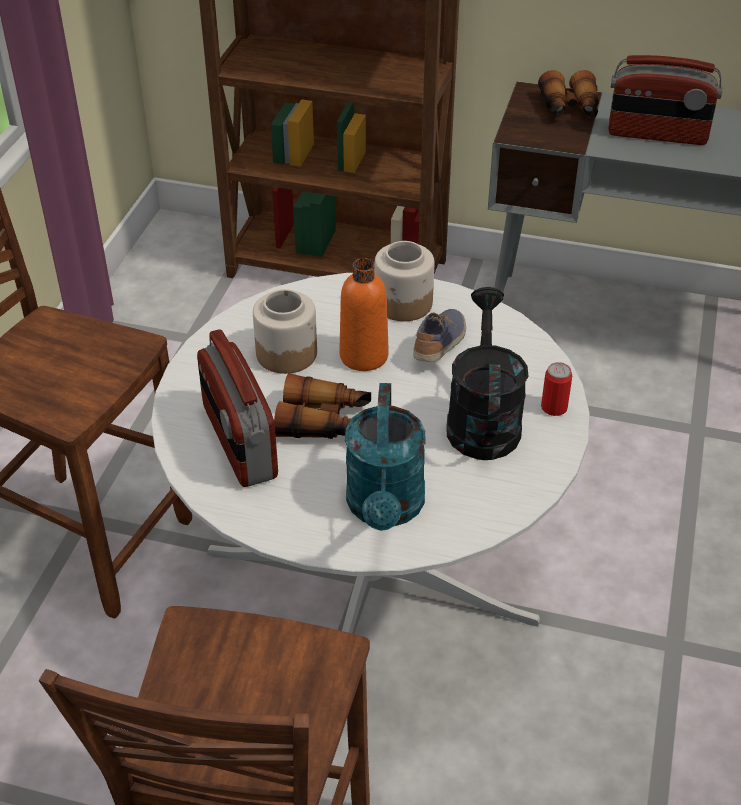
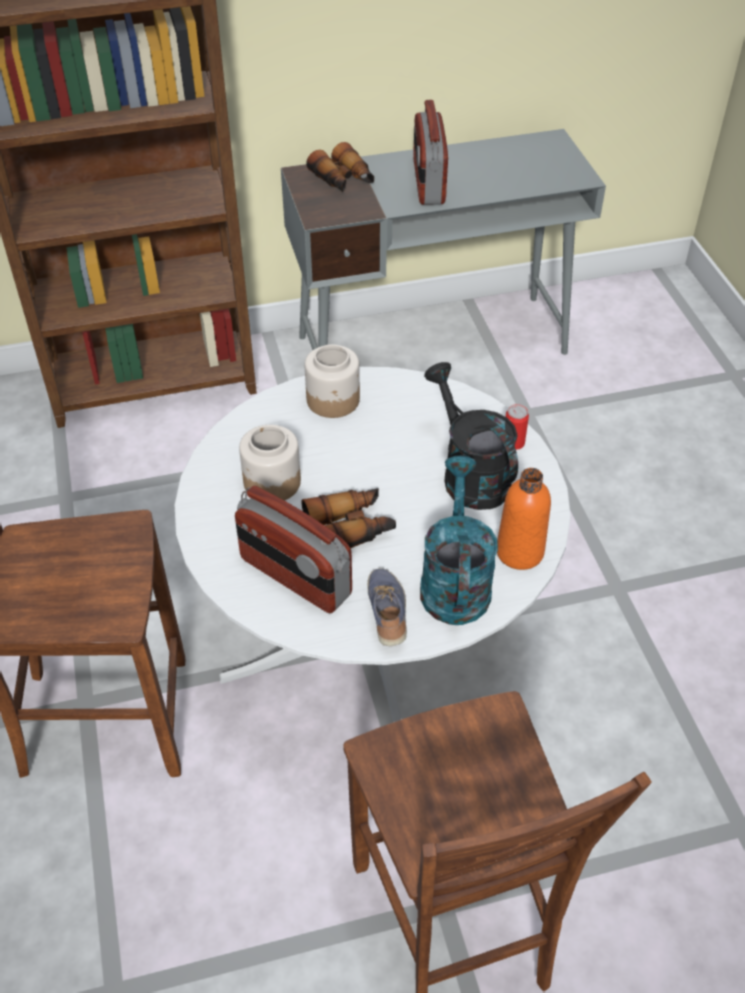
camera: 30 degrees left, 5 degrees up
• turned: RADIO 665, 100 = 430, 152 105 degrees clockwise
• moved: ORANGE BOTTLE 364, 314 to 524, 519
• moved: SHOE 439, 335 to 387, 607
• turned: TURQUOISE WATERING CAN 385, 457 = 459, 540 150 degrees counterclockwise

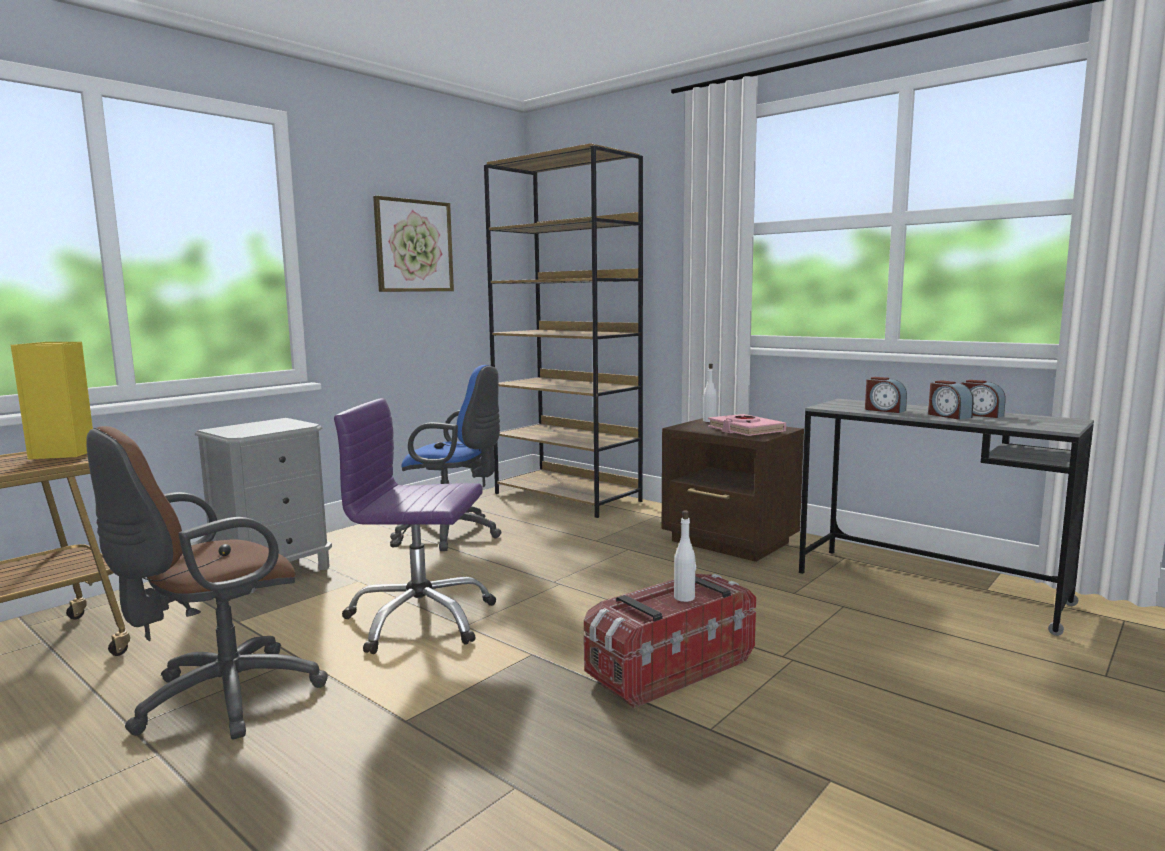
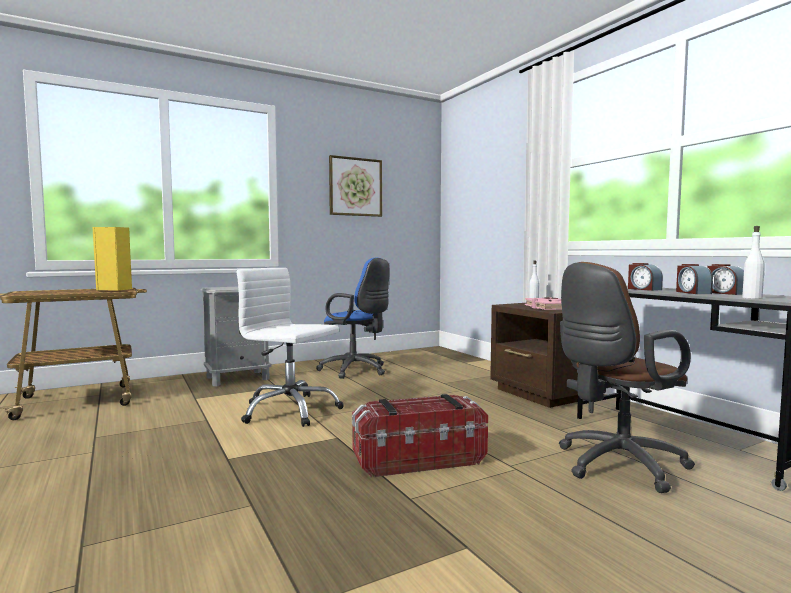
camera: 20 degrees right, 5 degrees down
• removed: BROWN BOOKCASE 563, 330
• recoloured: PURPLE OFFICE CHAIR 415, 526 to WHITE OFFICE CHAIR 290, 347
• moved: BROWN OFFICE CHAIR 207, 583 to 627, 377
• moved: WHITE BOTTLE 685, 556 to 753, 262

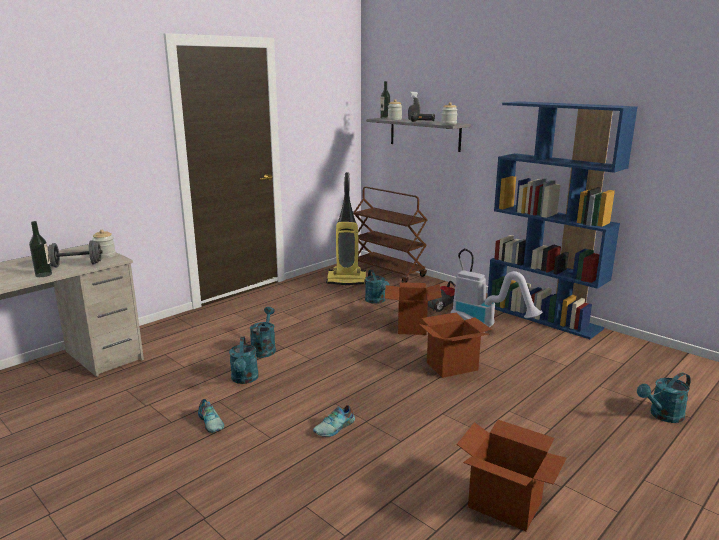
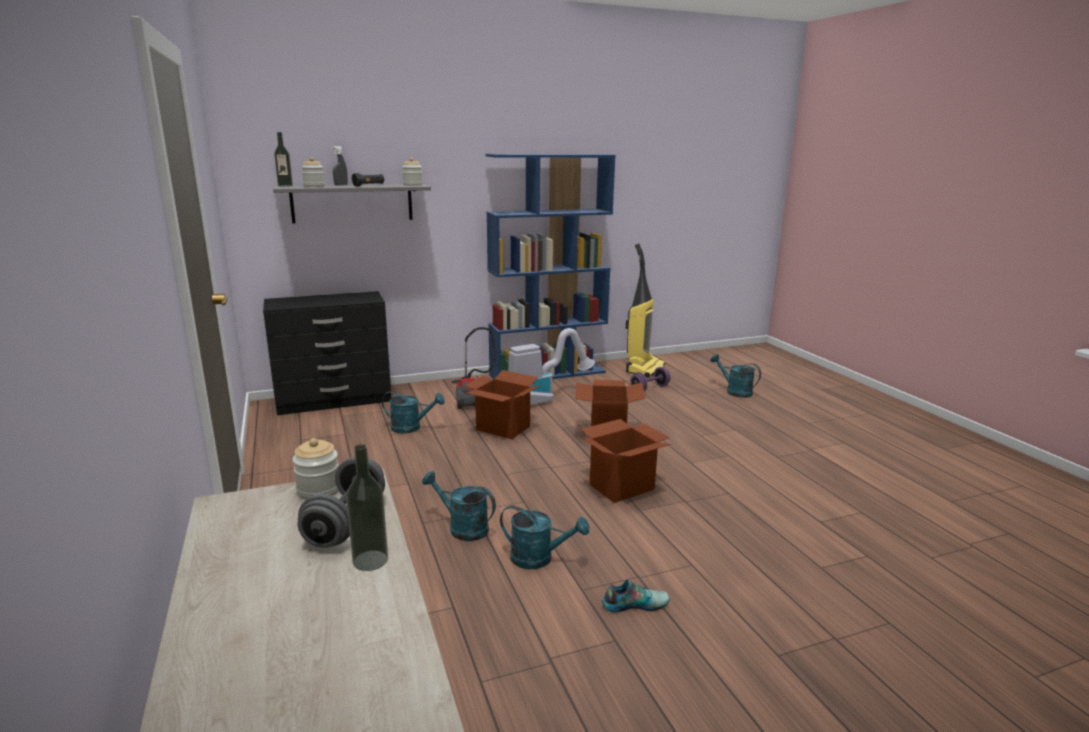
camera: 65 degrees left, 0 degrees up
• moved: VACUUM CLEANER 346, 228 to 645, 310
• replaced: BROWN CART 390, 235 to BLACK DRESSER 327, 353
• turned: TURQUOISE WATERING CAN 664, 397 = 735, 376 135 degrees clockwise
• removed: SHOE 334, 421
• moved: CARDBOARD BOX 511, 475 to 626, 461
• added: PURPLE DUMBBELL 650, 379

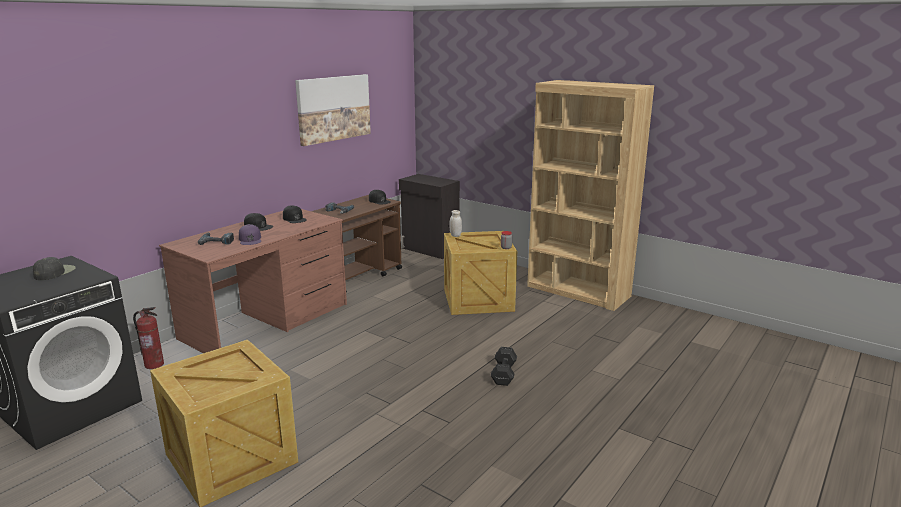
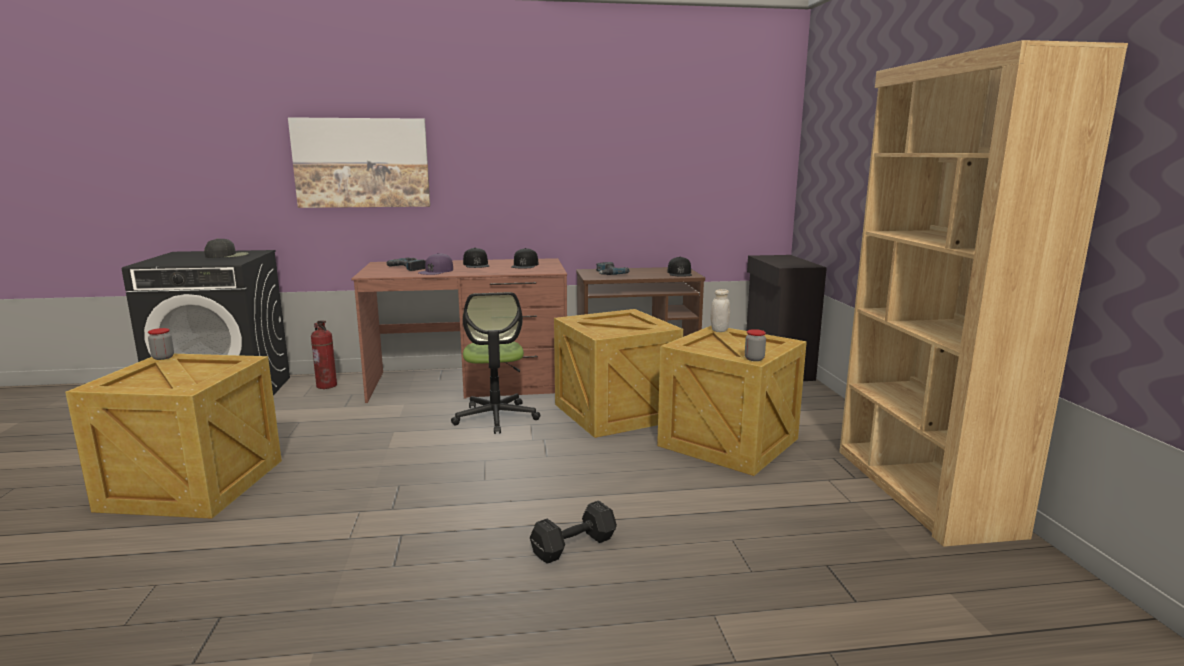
camera: 45 degrees right, 5 degrees down
• moved: PICTURE 333, 110 to 359, 162
• added: OFFICE CHAIR 495, 363
• added: CRATE 618, 373
• added: JAR 161, 344

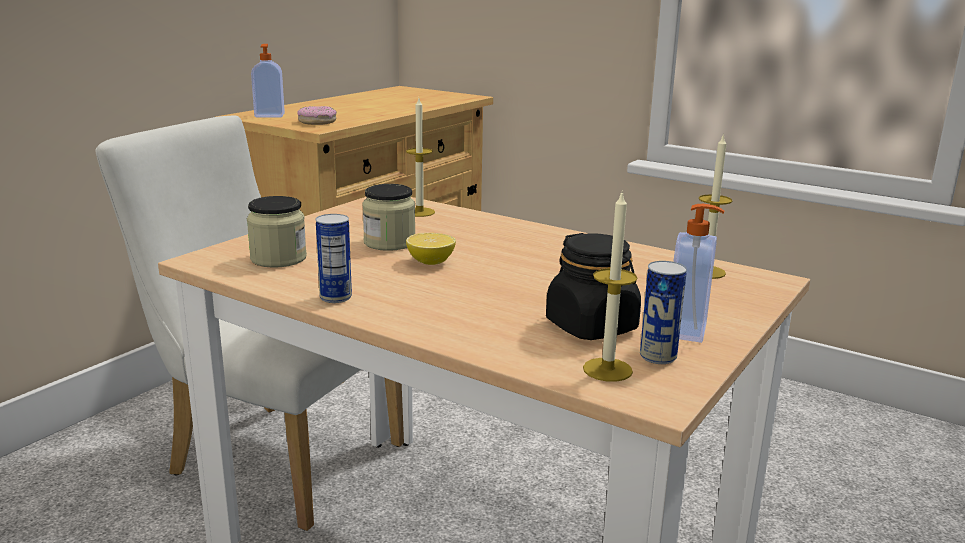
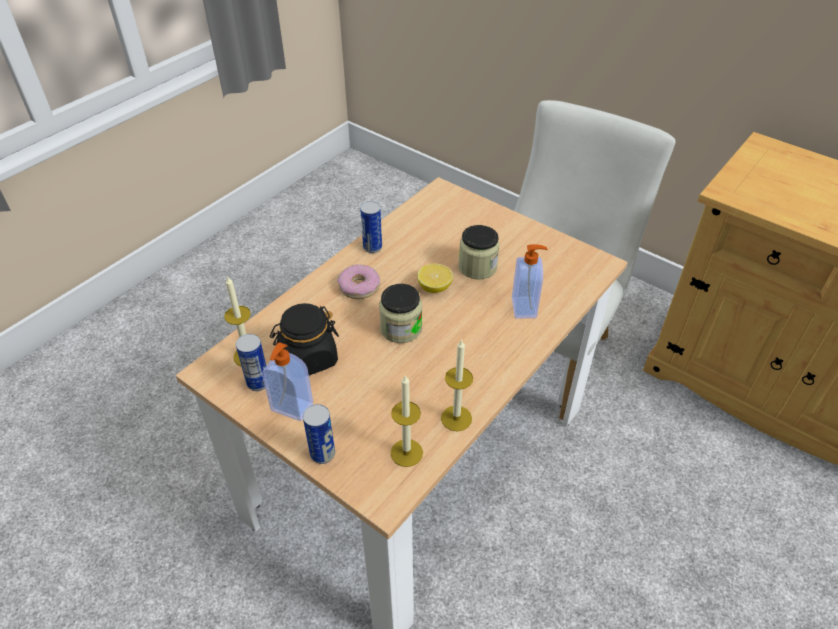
camera: 95 degrees right, 25 degrees up
• moved: SOAP DISPENSER 268, 81 to 529, 281
• moved: CANDLE 420, 157 to 457, 385
• moved: DONUT 317, 115 to 358, 281
• moved: JAR 277, 232 to 400, 313
• added: CAN 319, 434

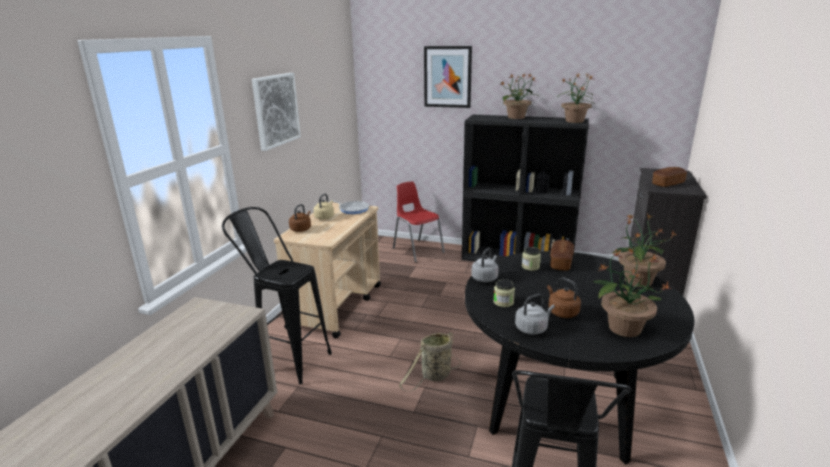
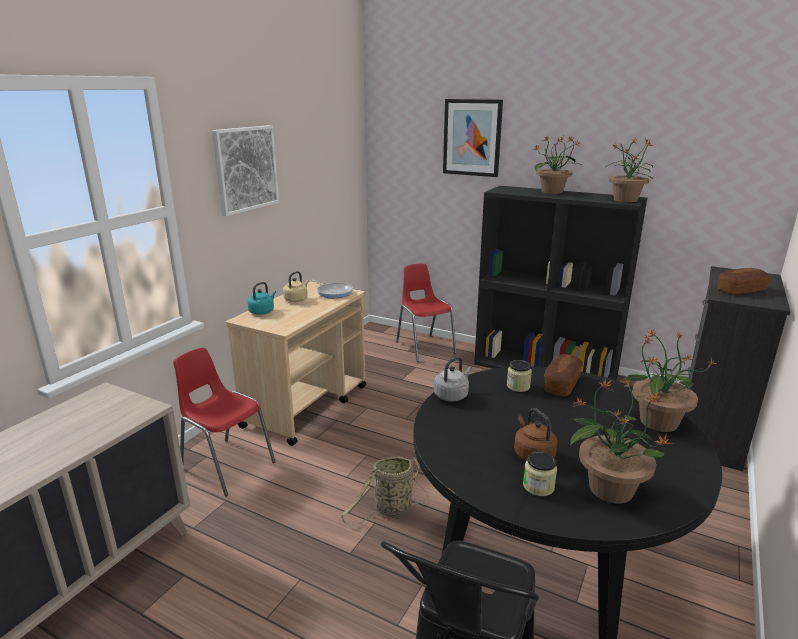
camera: 10 degrees right, 0 degrees up
• recoloured: BROWN KETTLE 300, 218 to TURQUOISE KETTLE 262, 298
• replaced: BLACK STOOL 277, 295 to RED CHAIR 224, 422
• moved: JAR 504, 293 to 540, 473
• removed: GREY KETTLE 535, 314

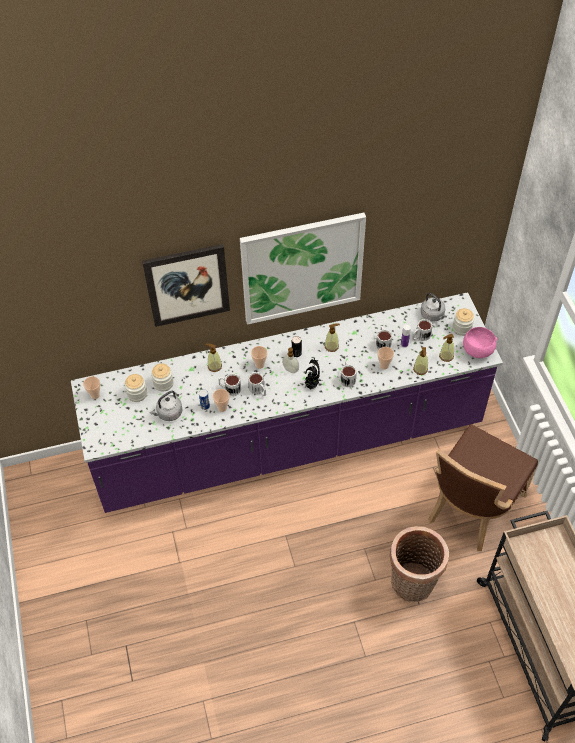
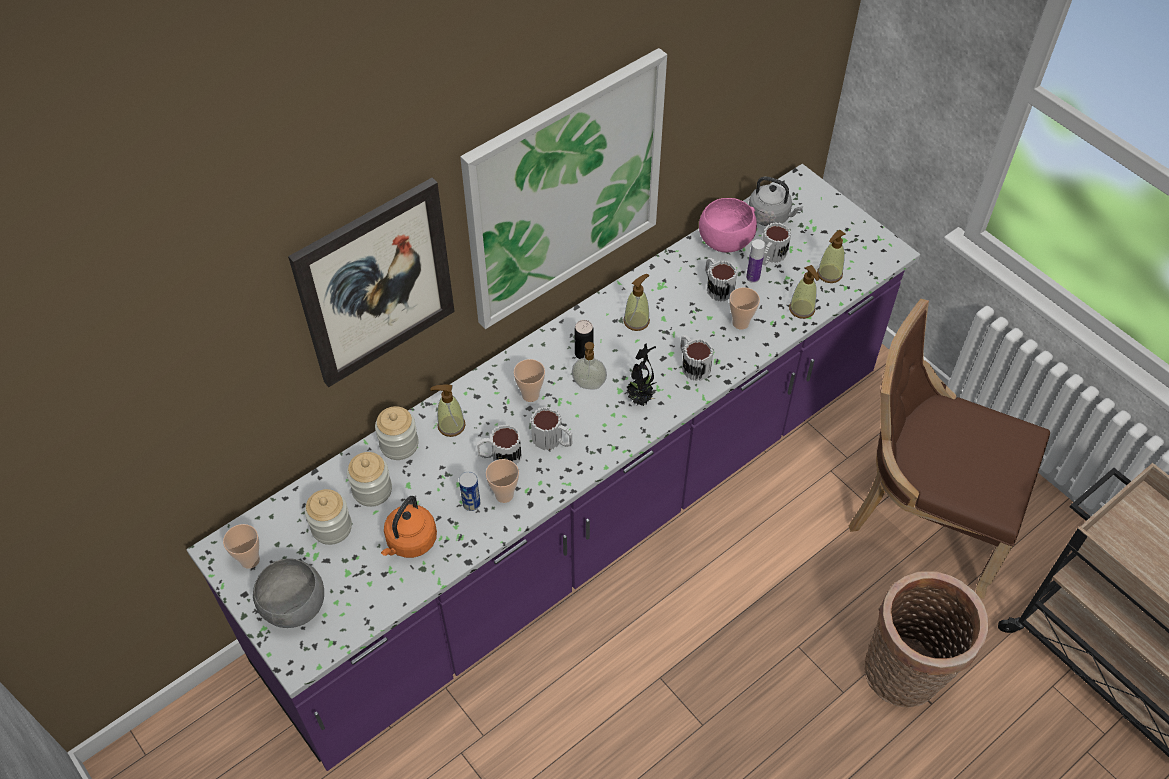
camera: 25 degrees left, 0 degrees up
• moved: JAR 463, 322 to 397, 433
• moved: PINK BOWL 480, 342 to 728, 225
• recoloured: GREY KETTLE 166, 406 to ORANGE KETTLE 409, 527
• turned: BROWN CHAIR 483, 487 = 949, 449 105 degrees clockwise
• added: GREY BOWL 288, 593

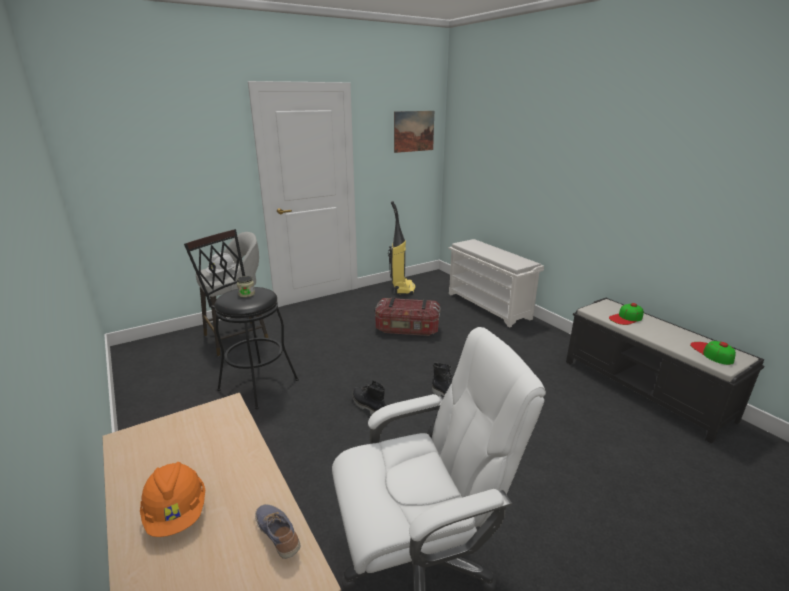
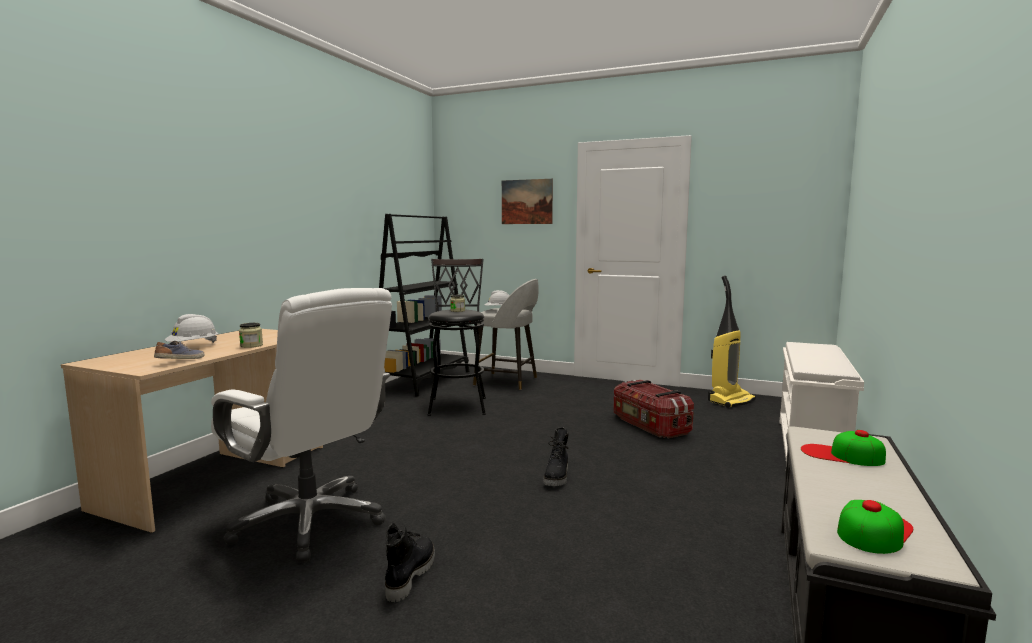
camera: 55 degrees right, 15 degrees down
• moved: PICTURE 414, 132 to 527, 201
• moved: BLACK BOOT 369, 398 to 410, 562
• recoloured: ORANGE HARD HAT 172, 499 to WHITE HARD HAT 191, 328
• added: BLACK BOOKCASE 424, 305
• added: JAR 251, 335

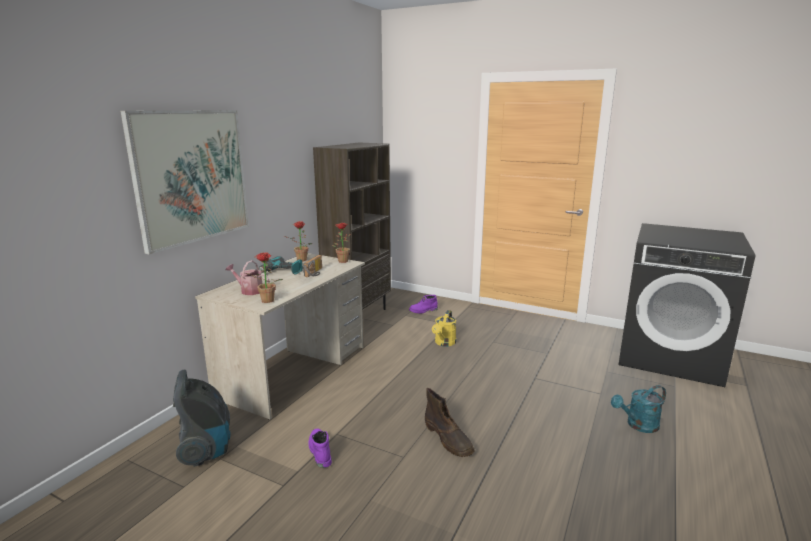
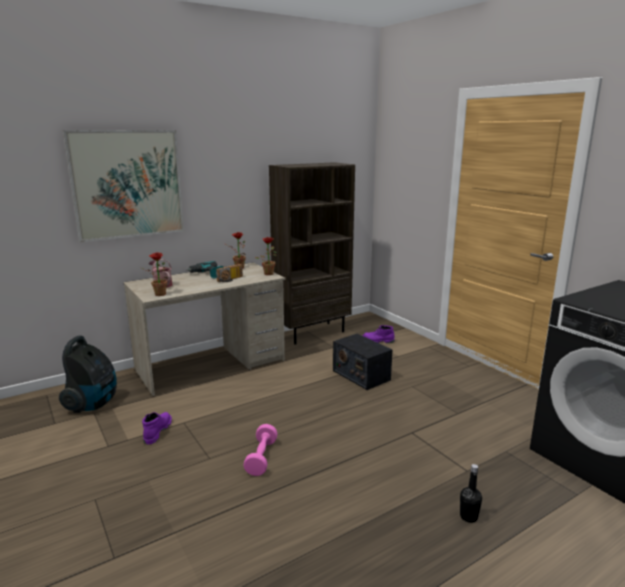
camera: 30 degrees right, 0 degrees up
• replaced: YELLOW WATERING CAN 444, 328 to RADIO 363, 362
• replaced: TURQUOISE WATERING CAN 638, 409 to BLACK BOTTLE 471, 493
• replaced: BROWN BOOT 450, 422 to PINK DUMBBELL 260, 450

